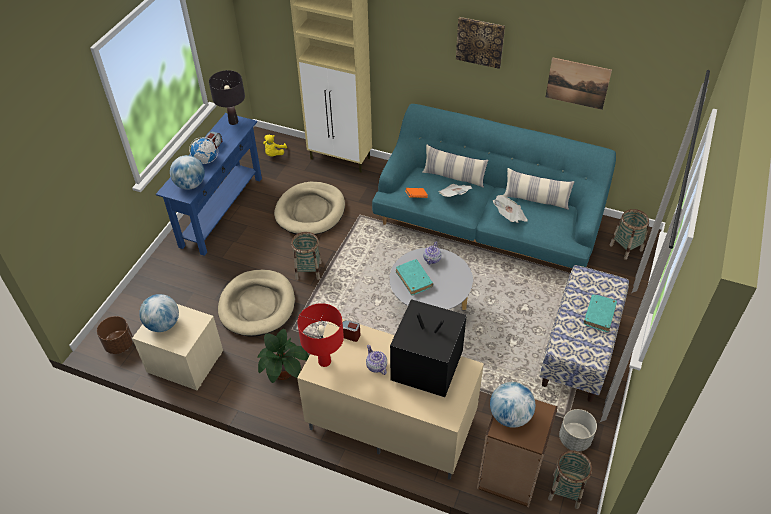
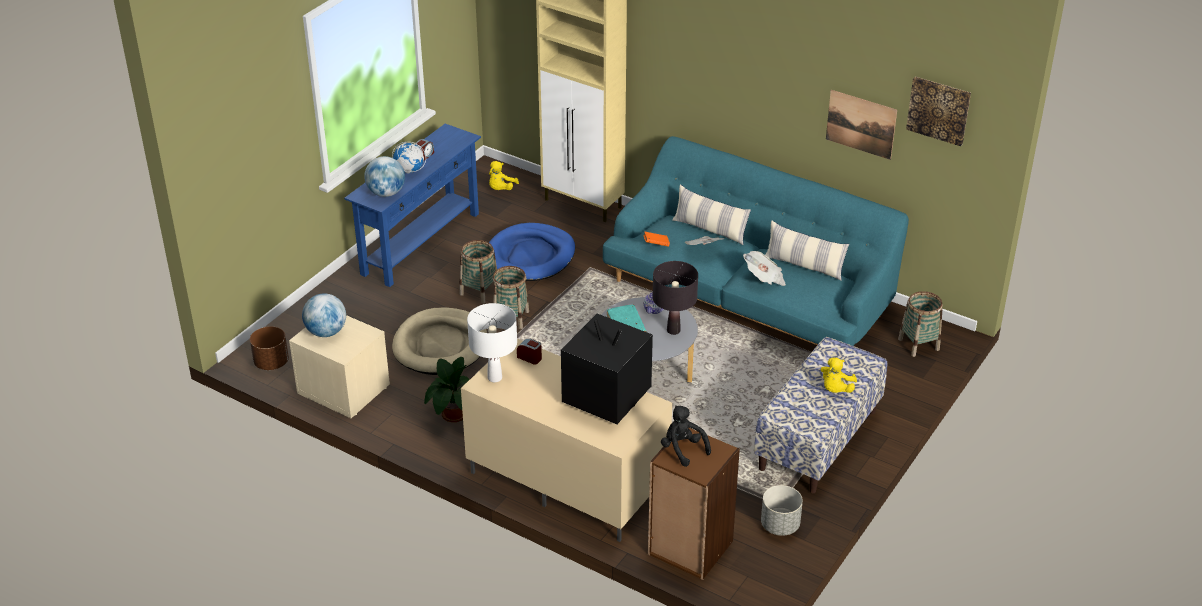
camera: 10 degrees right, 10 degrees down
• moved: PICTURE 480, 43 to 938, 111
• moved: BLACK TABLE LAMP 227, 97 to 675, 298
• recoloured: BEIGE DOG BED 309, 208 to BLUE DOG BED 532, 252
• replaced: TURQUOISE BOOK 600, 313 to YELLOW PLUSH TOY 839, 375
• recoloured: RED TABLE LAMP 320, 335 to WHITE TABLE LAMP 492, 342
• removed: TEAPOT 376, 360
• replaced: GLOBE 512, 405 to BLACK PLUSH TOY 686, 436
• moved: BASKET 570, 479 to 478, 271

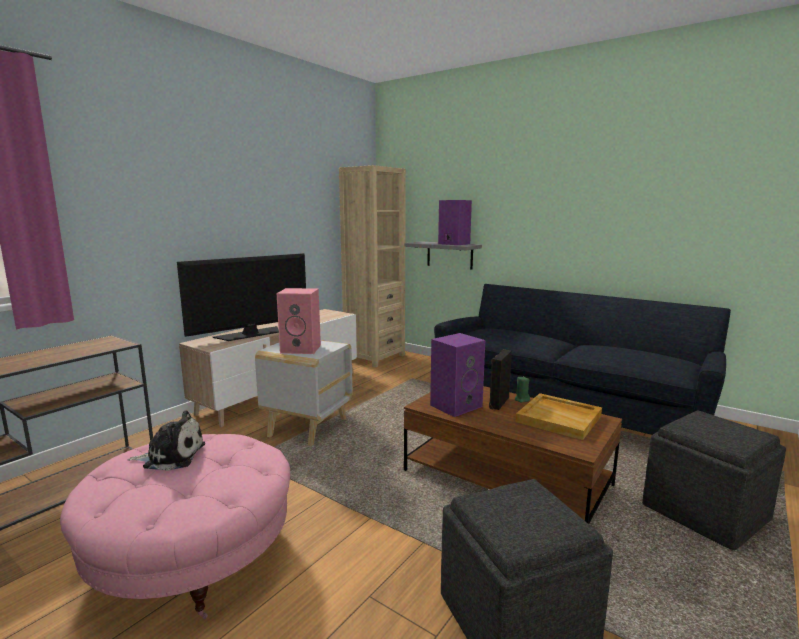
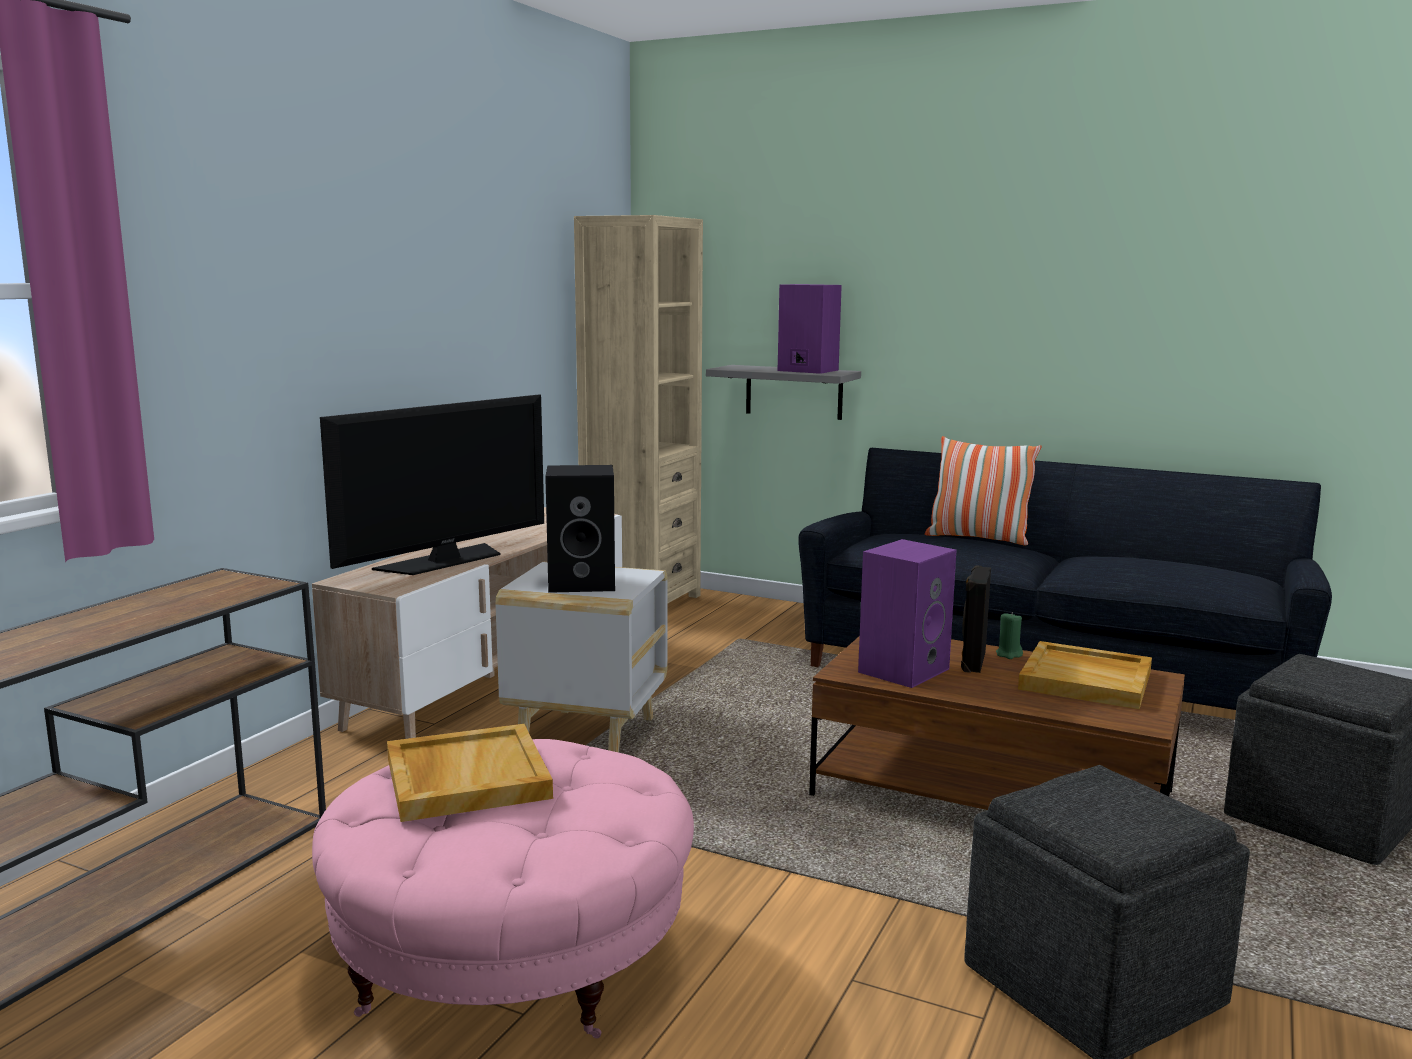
camera: 10 degrees left, 0 degrees up
• recoloured: PINK SPEAKER 299, 321 to BLACK SPEAKER 580, 529
• replaced: PLUSH TOY 166, 440 to BEIGE TRAY 470, 773
• added: PILLOW 983, 491

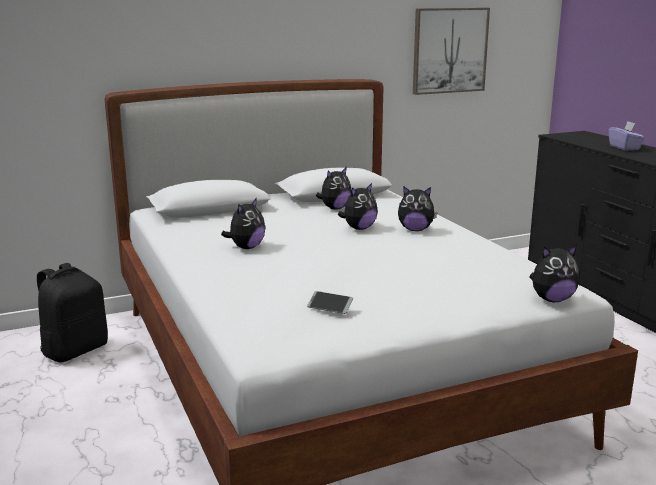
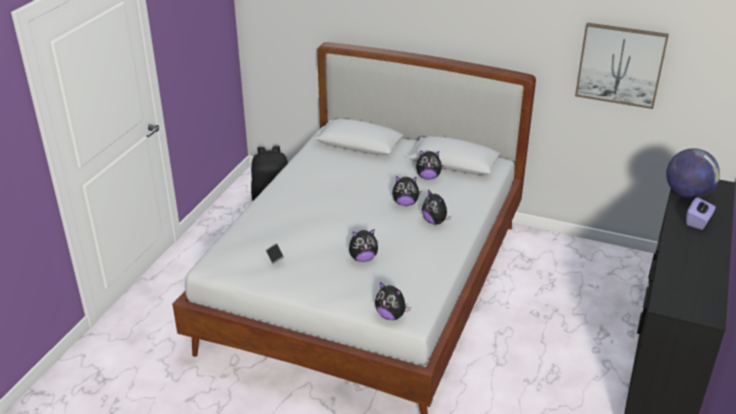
camera: 45 degrees right, 15 degrees up
• moved: PLUSH TOY 243, 223 to 363, 245
• added: GLOBE 693, 173

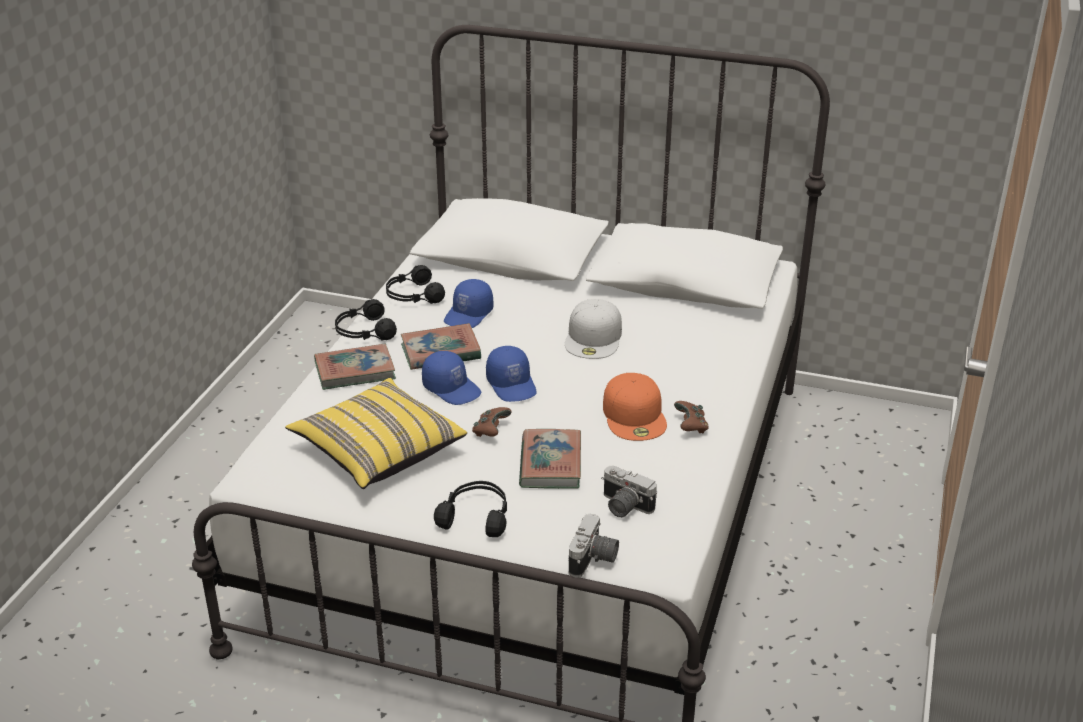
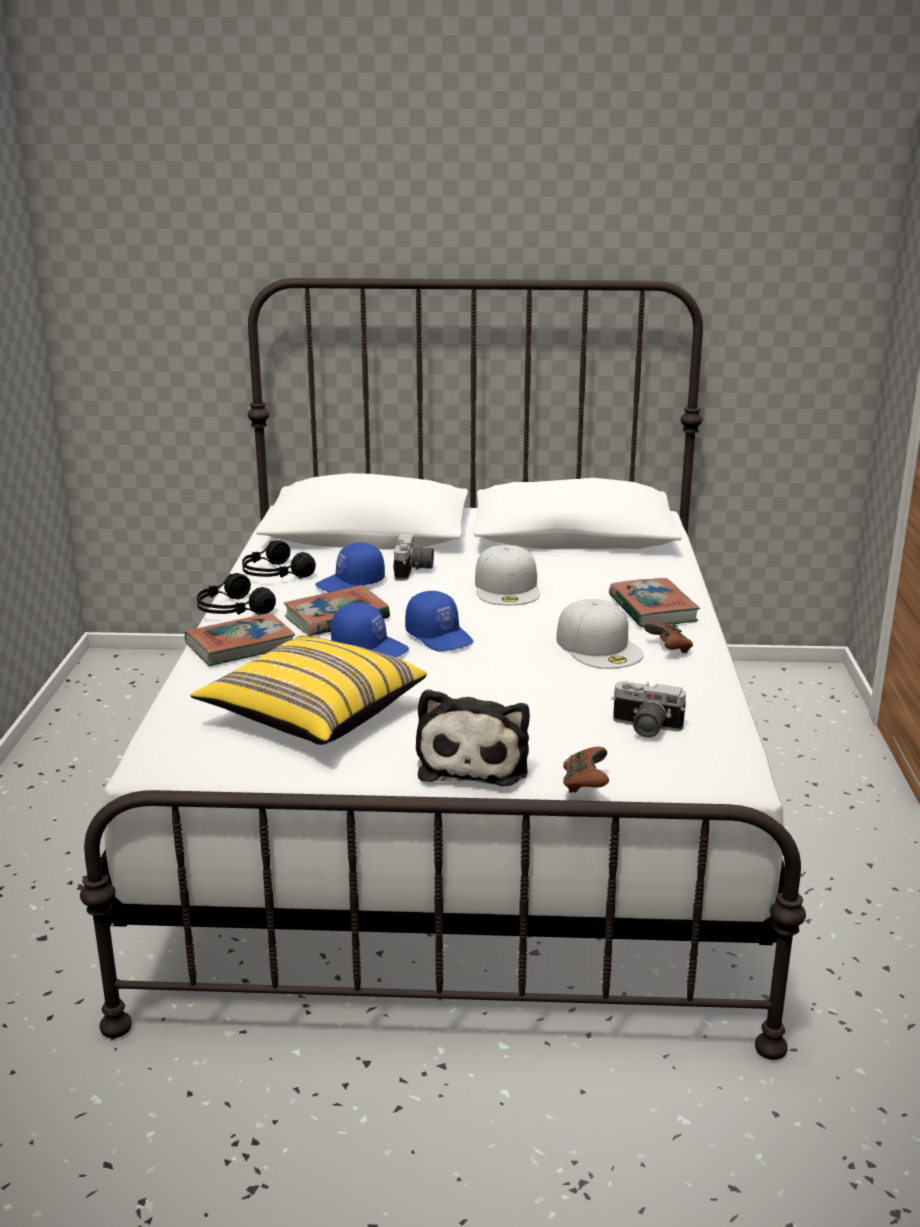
camera: 15 degrees left, 10 degrees down
• turned: BLUE CAP 469, 303 = 350, 567 45 degrees clockwise
• recoloured: ORANGE CAP 635, 407 to WHITE CAP 600, 634
• moved: BROWN GAME CONTROLLER 492, 422 to 586, 770
• moved: BOOK 550, 459 to 654, 602
• replaced: BLACK HEADPHONES 470, 509 to PLUSH TOY 473, 738
• moved: PHOTO CAMERA 594, 545 to 413, 557

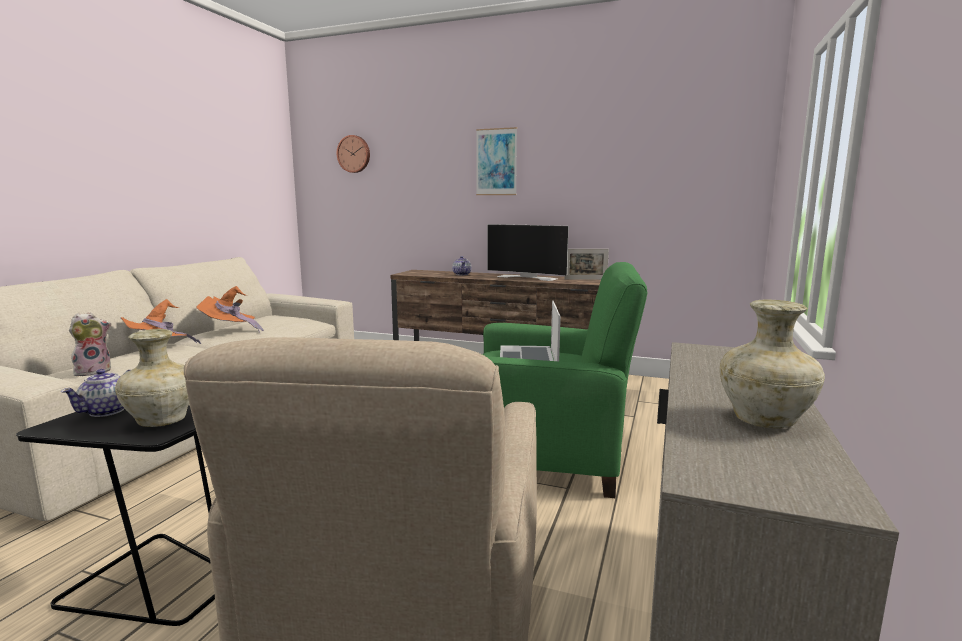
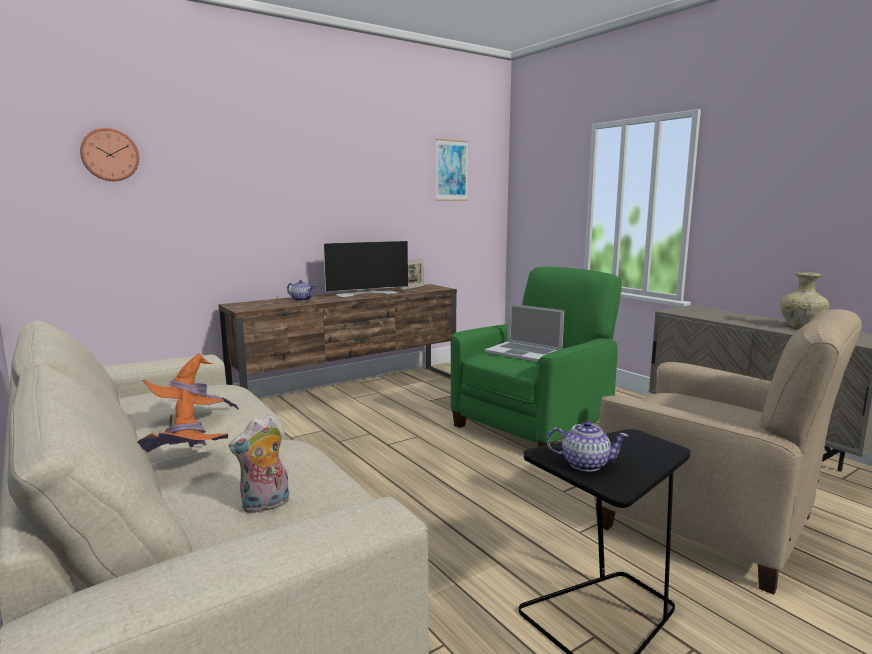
camera: 55 degrees left, 0 degrees up
• moved: PICTURE 496, 161 to 452, 170
• turned: PLUSH TOY 90, 344 = 259, 464 120 degrees counterclockwise
• removed: BEIGE VASE 152, 378
• turned: TEAPOT 95, 393 = 588, 446 45 degrees counterclockwise

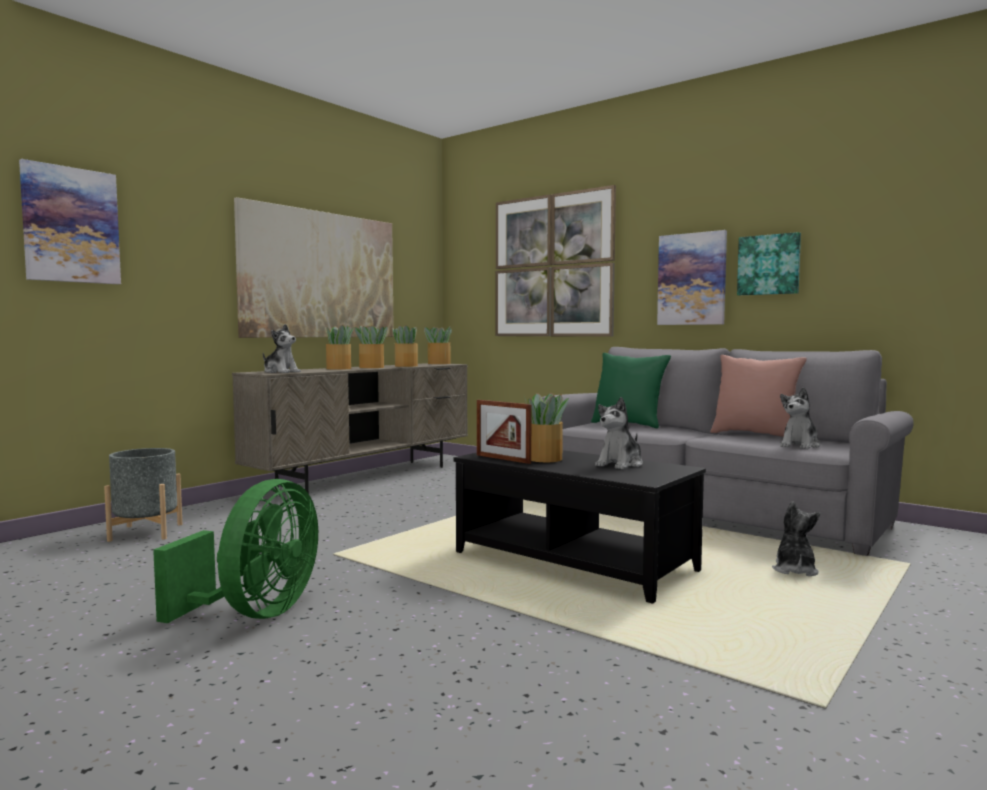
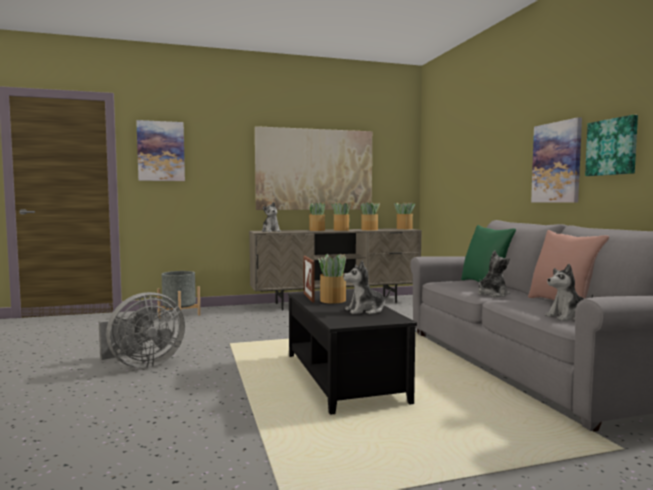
camera: 35 degrees right, 0 degrees up
• removed: PICTURE 556, 261
• recoloured: GREEN FAN 235, 551 to GREY FAN 142, 330
• moved: PLUSH TOY 796, 538 to 494, 273

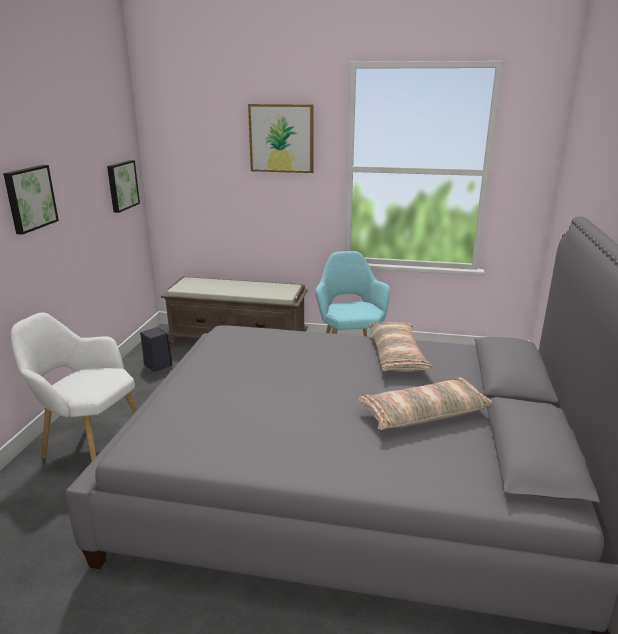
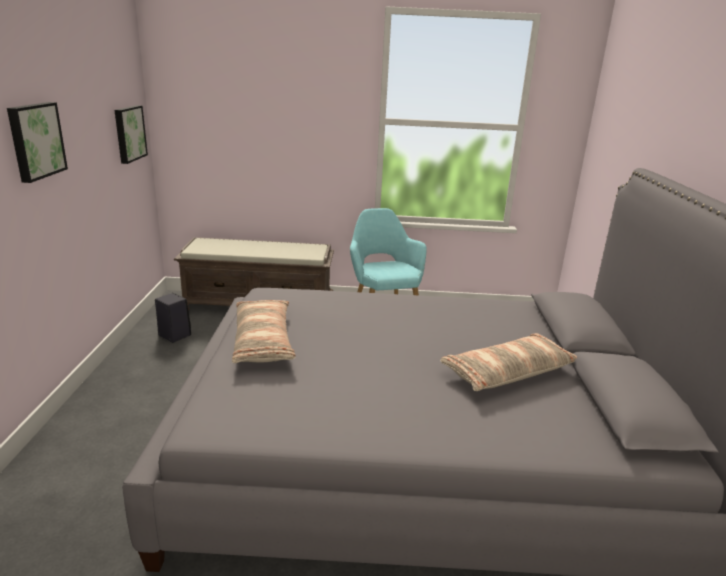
camera: 10 degrees left, 0 degrees up
• removed: PICTURE 281, 138
• removed: WHITE ARMCHAIR 74, 387
• moved: PILLOW 401, 347 to 264, 331

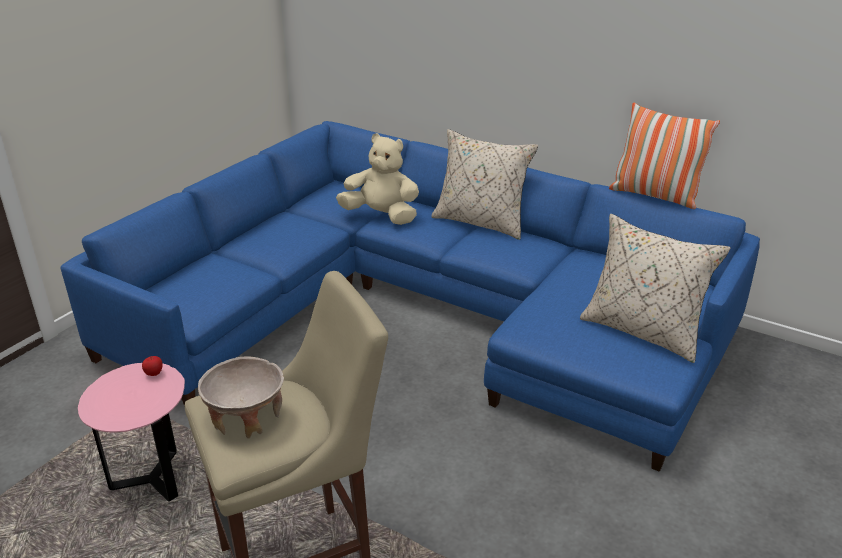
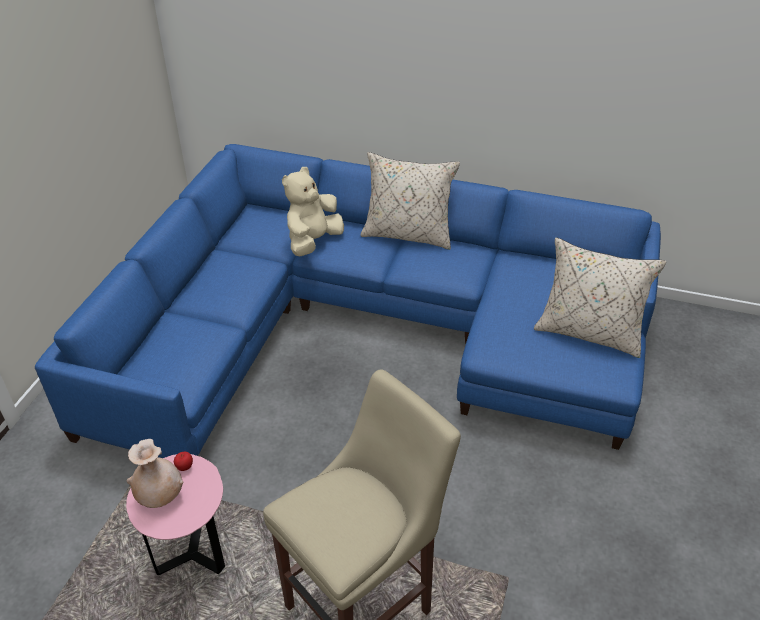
camera: 15 degrees left, 10 degrees up
• removed: PILLOW 664, 156
• turned: BEIGE PLUSH TOY 377, 179 = 313, 211 60 degrees counterclockwise
• removed: BEIGE BOWL 241, 397
• added: BEIGE VASE 154, 473

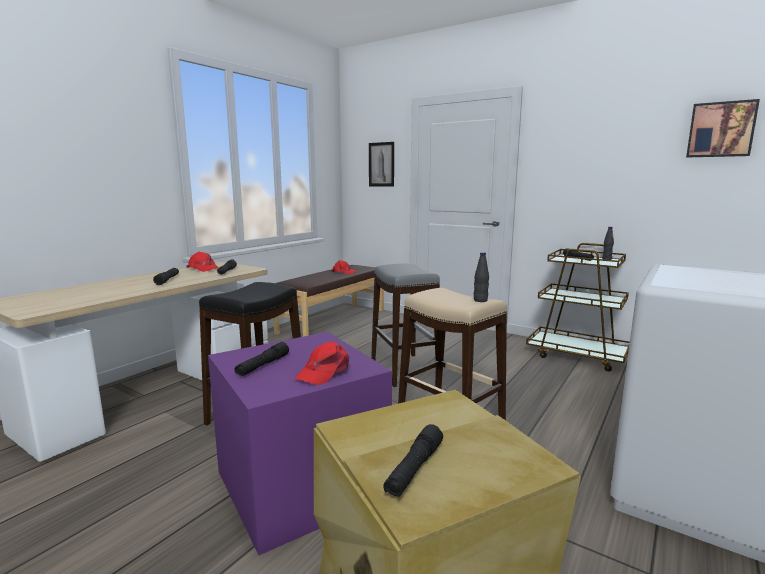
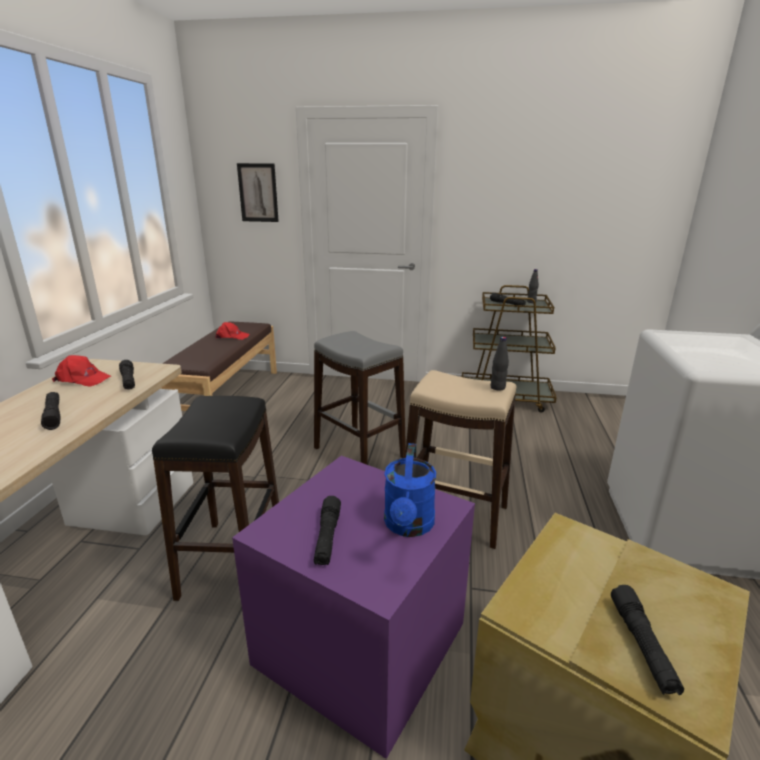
camera: 25 degrees left, 10 degrees up
• removed: PICTURE 723, 128
• replaced: RED CAP 322, 363 to BLUE WATERING CAN 410, 490

